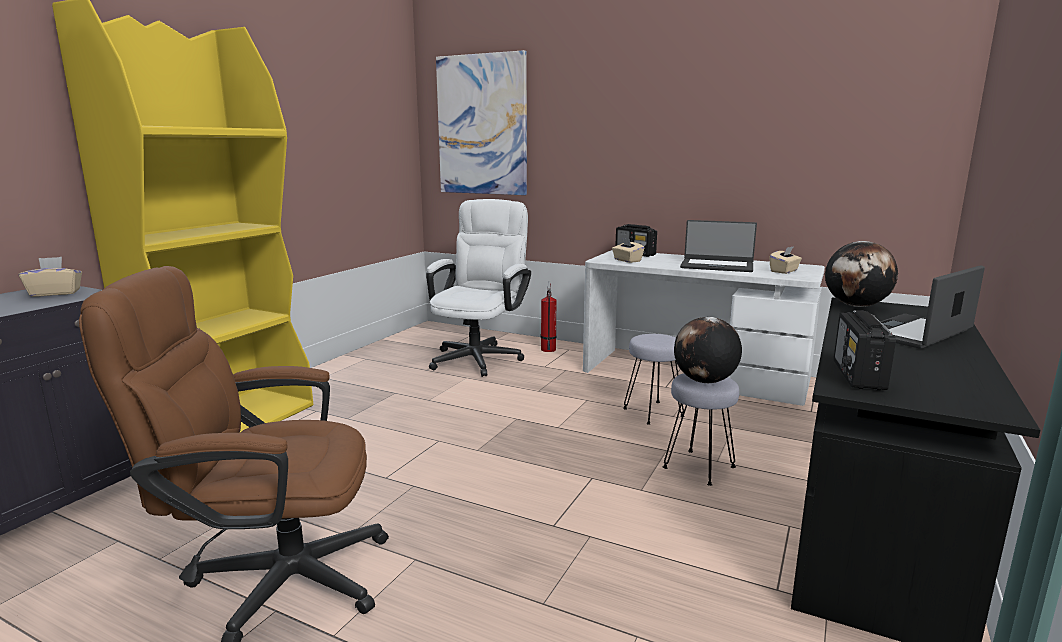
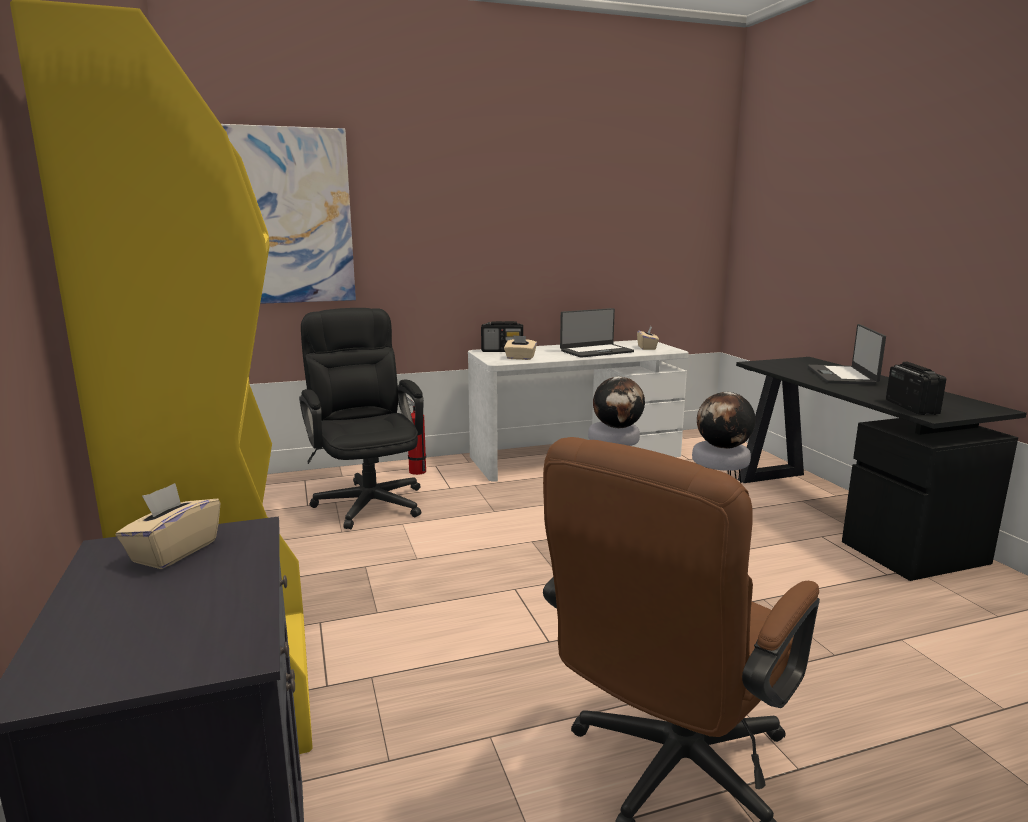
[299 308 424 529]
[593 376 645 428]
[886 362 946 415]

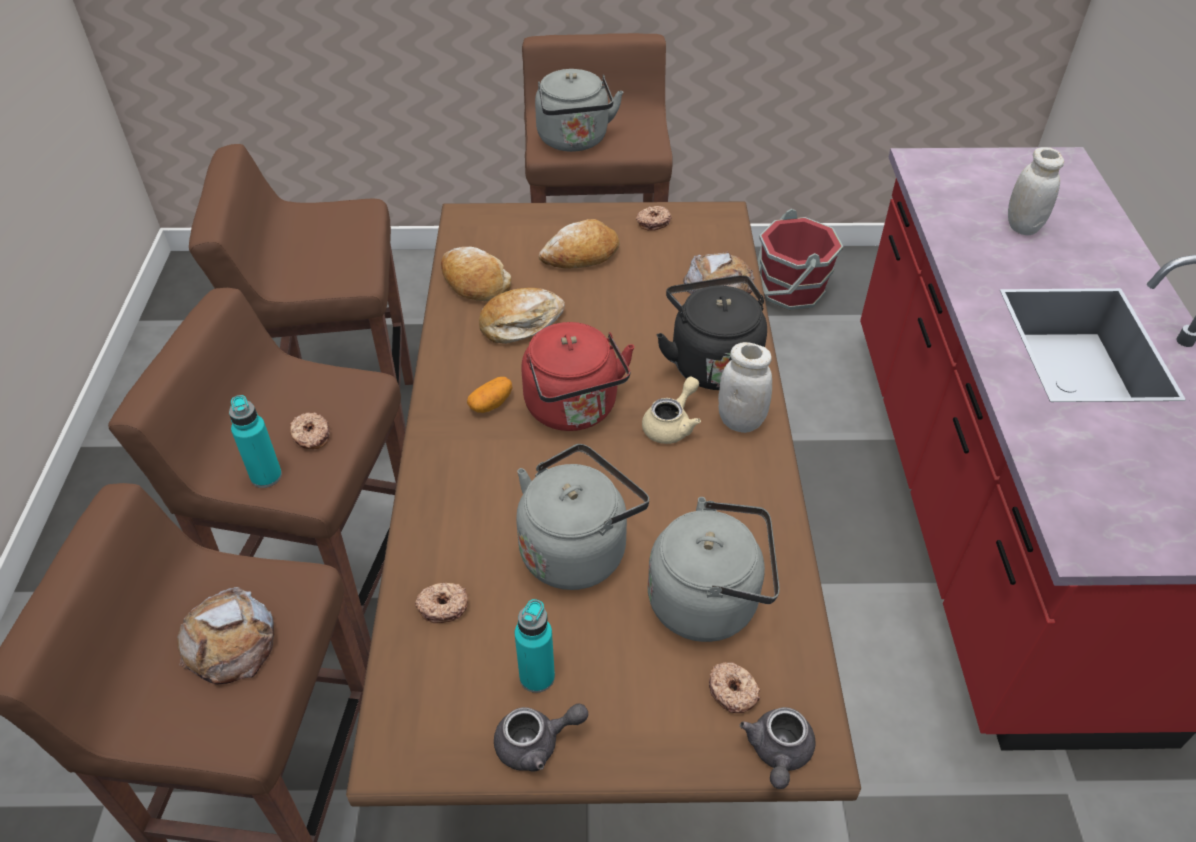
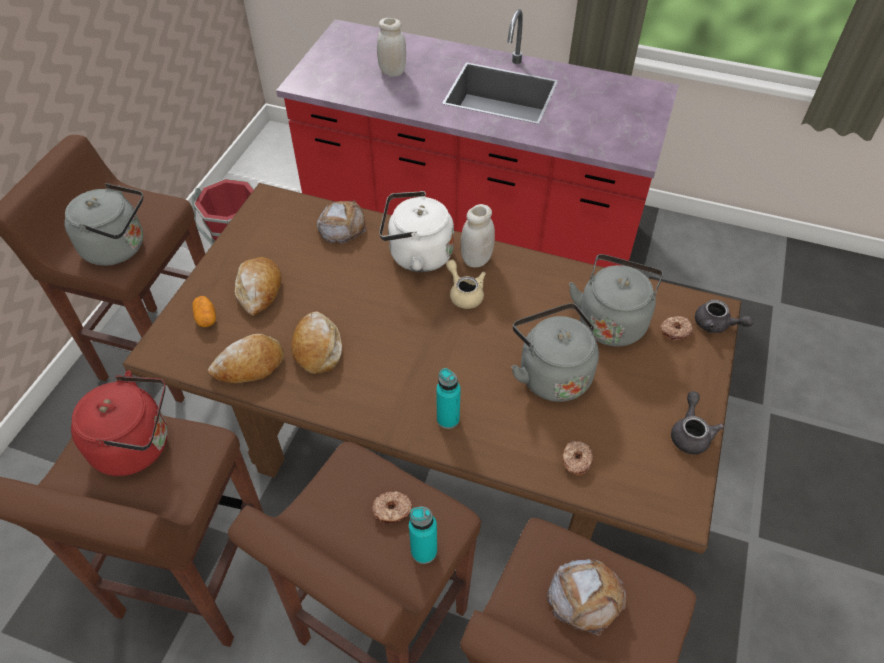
[636 206 671 231] (first image)
[379 191 454 272]
[71 370 168 476]
[192 296 216 327]
[436 368 461 429]

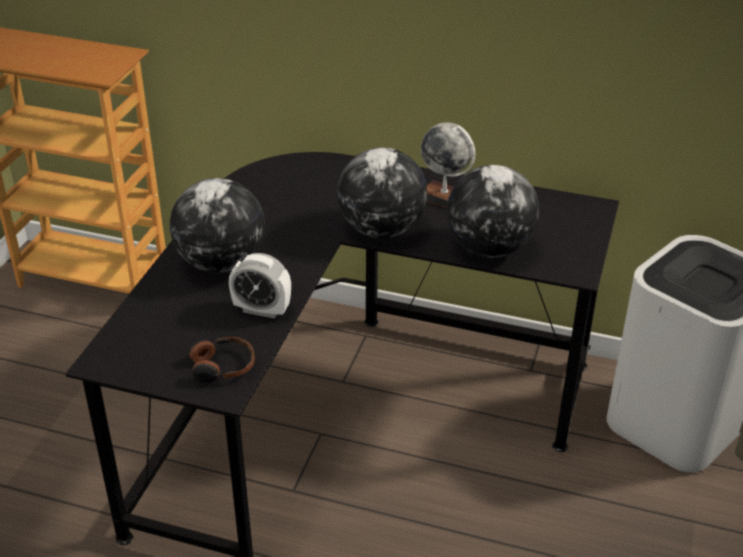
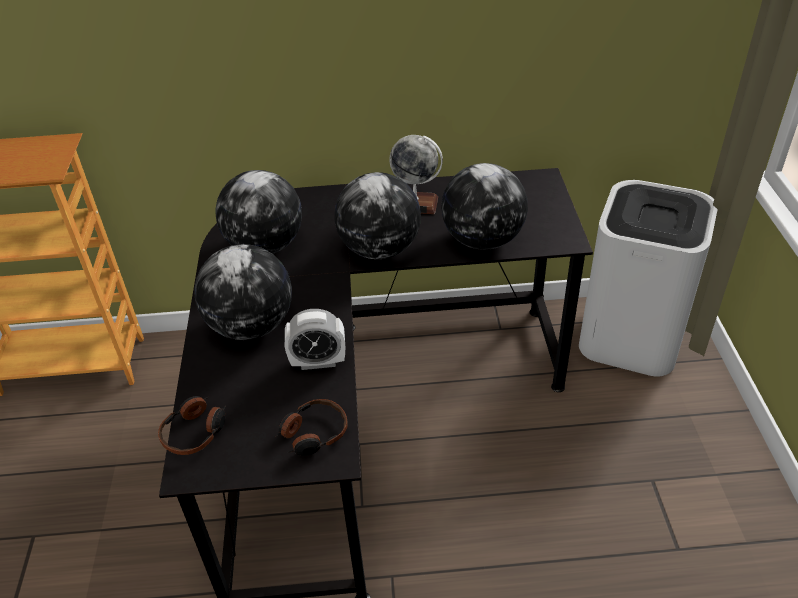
[215 170 302 254]
[158 396 226 455]

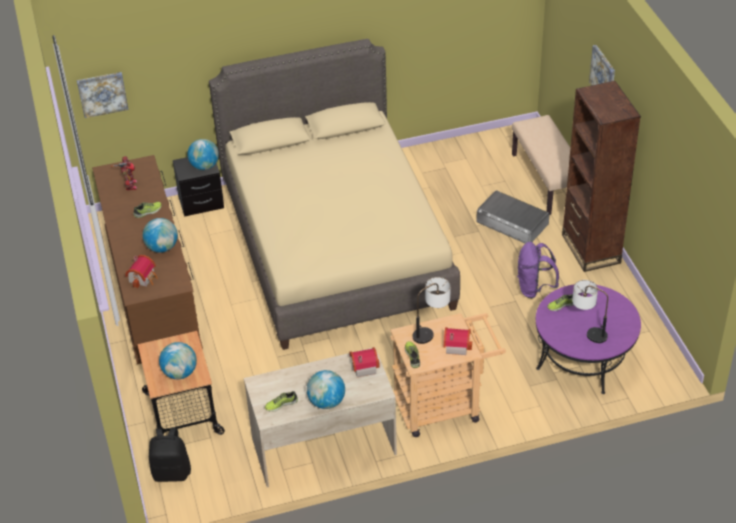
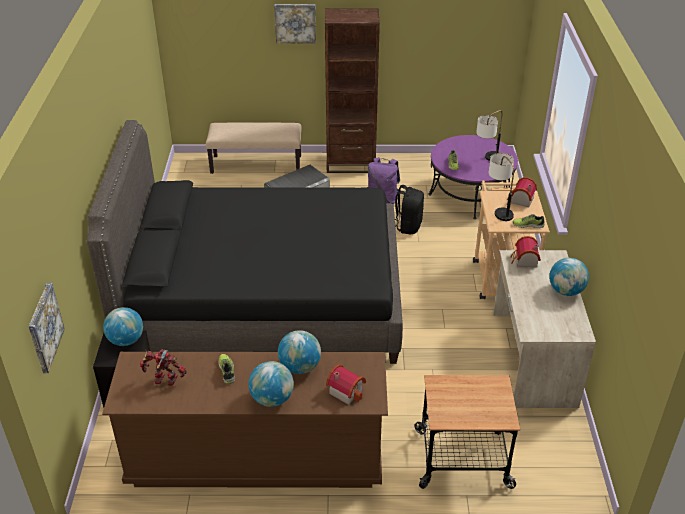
[87 120 403 364]
[248 361 294 407]
[265 391 298 412] (first image)
[395 185 424 234]

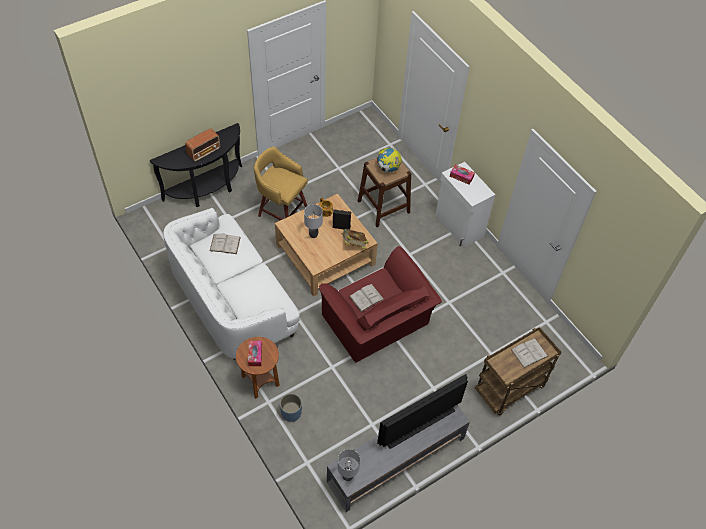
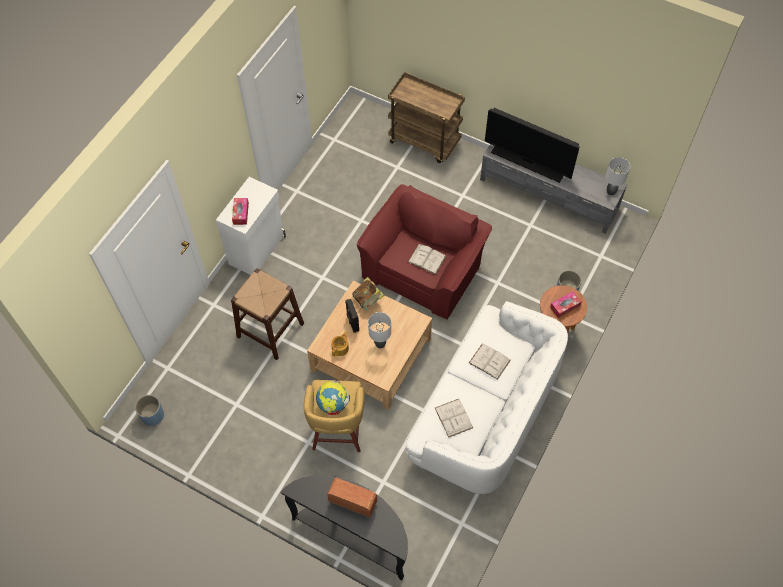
[316 380 350 415]
[469 344 511 380]
[135 395 164 426]

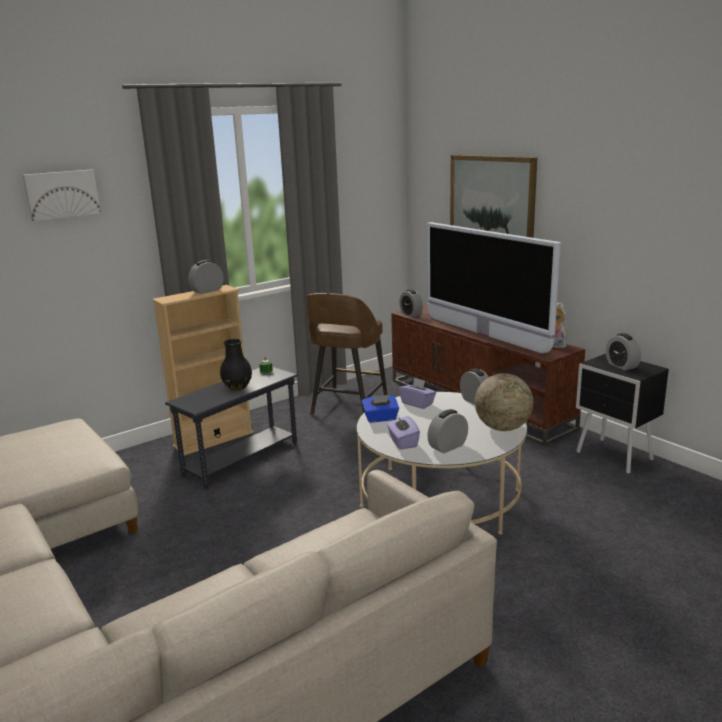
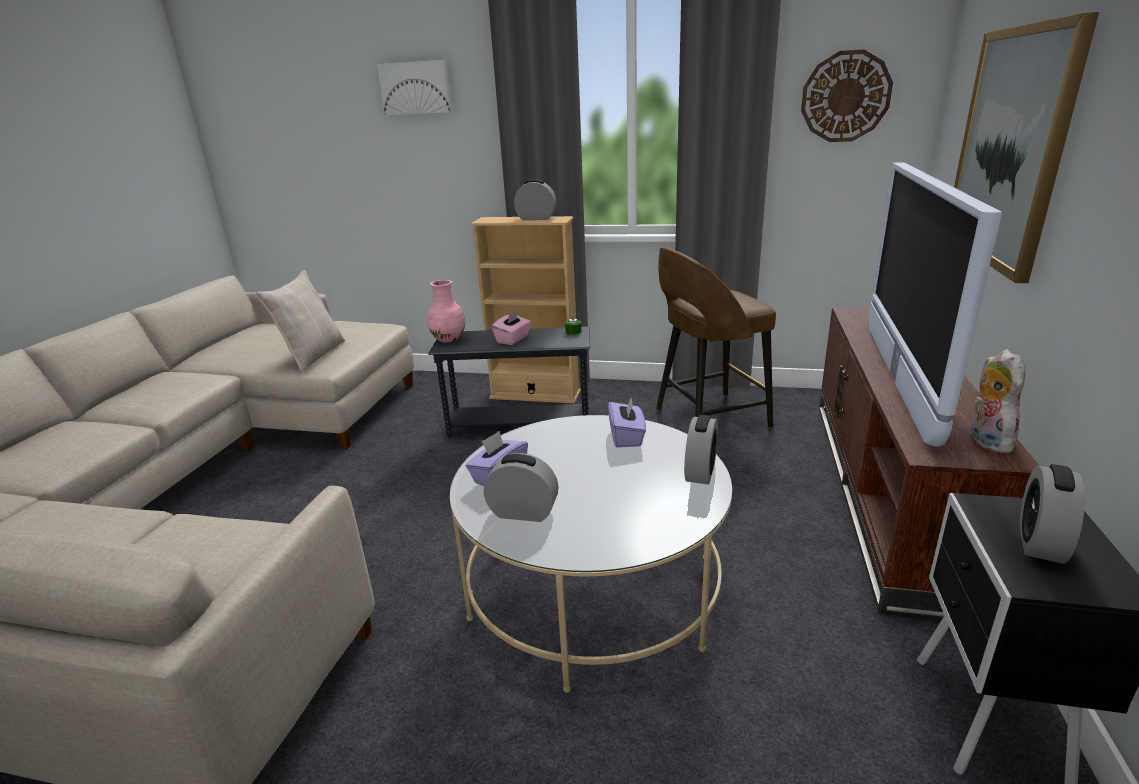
[399 289 423 317] (first image)
[492 310 531 345]
[475 373 533 431] (first image)
[362 395 399 423] (first image)
[801 49 893 142]
[255 270 345 372]
[427 280 466 343]

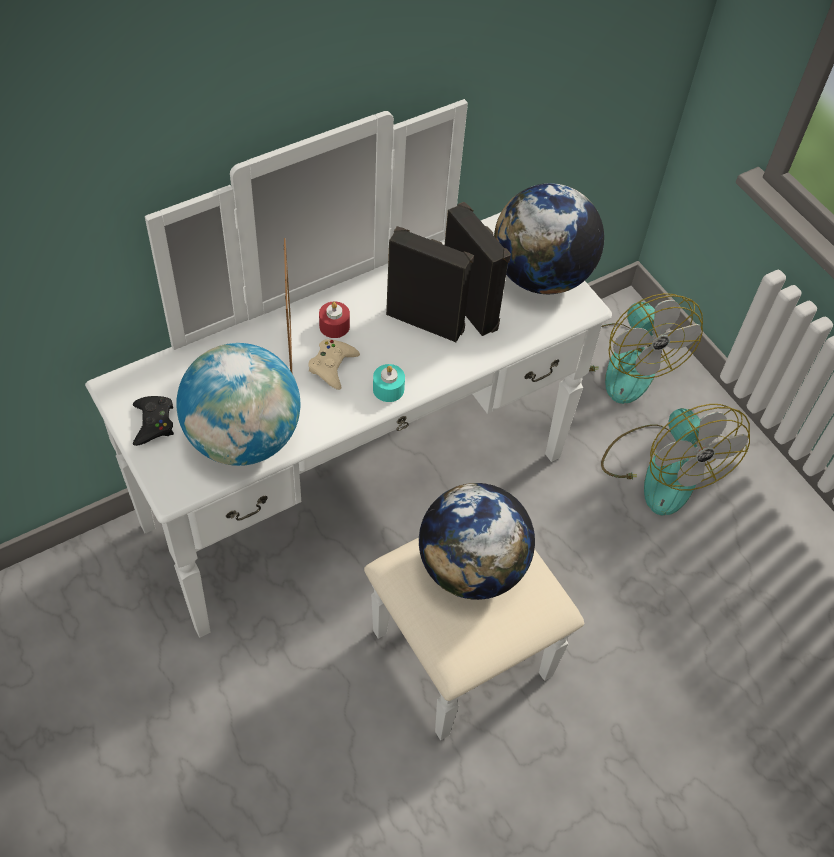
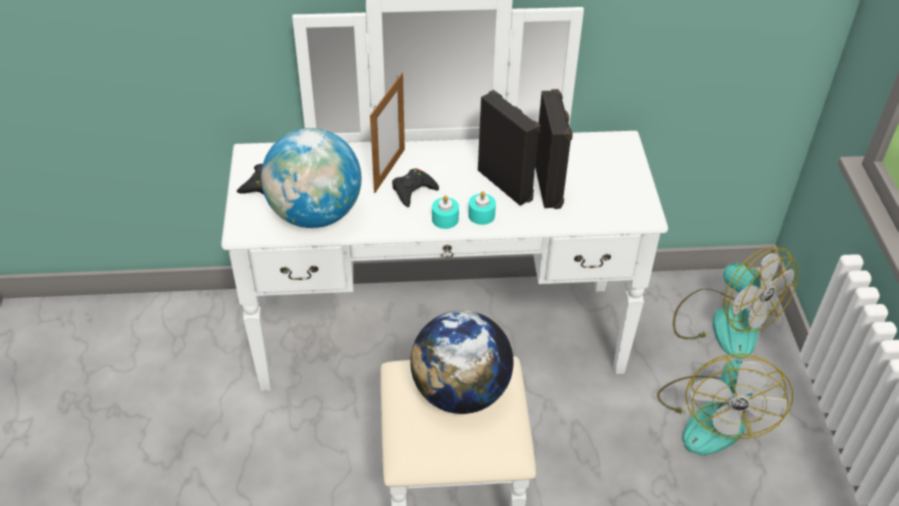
[494 183 604 295] (first image)
[673 248 798 359]
[319 302 350 338] (first image)
[392 169 439 207]
[468 191 496 225]

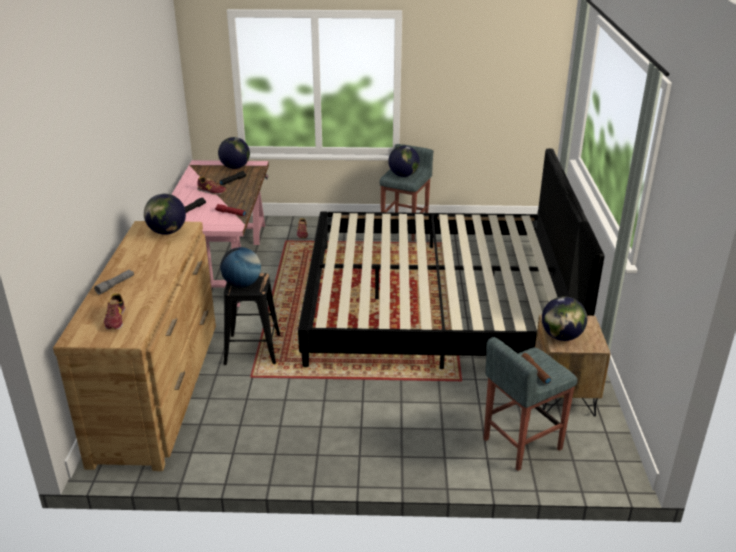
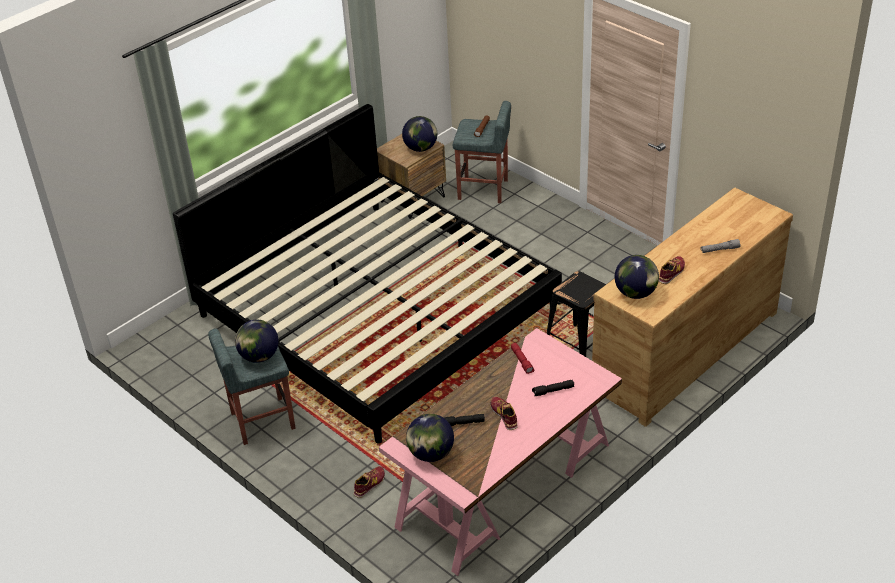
[220 247 261 288] (first image)
[659 256 685 284]

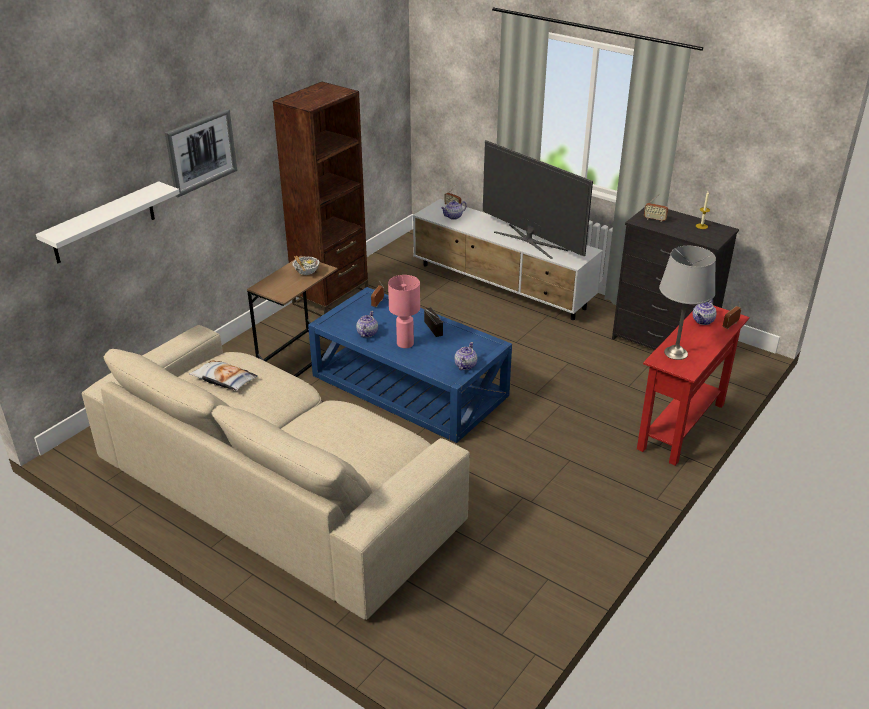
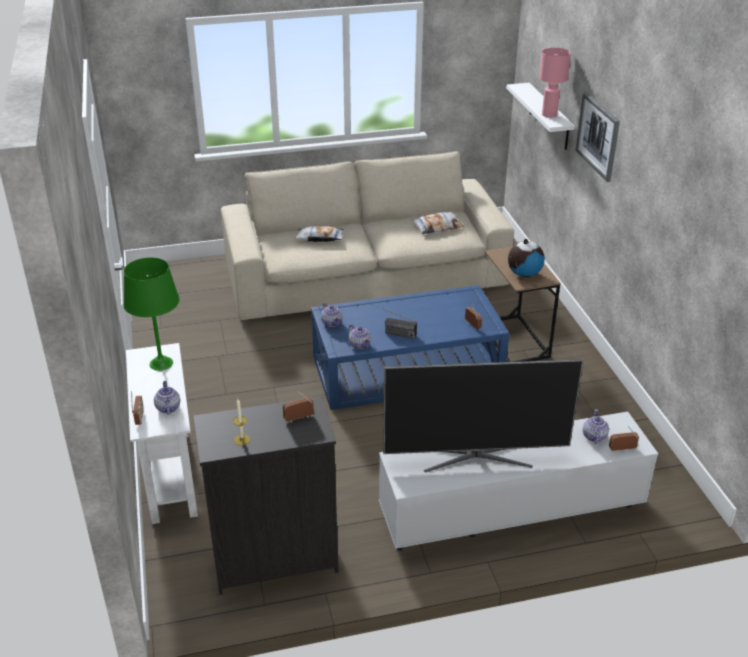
[272 82 368 316] (first image)
[123 257 179 371]
[508 239 545 277]
[539 48 571 118]
[126 343 198 524]
[349 324 371 349]
[294 226 344 242]

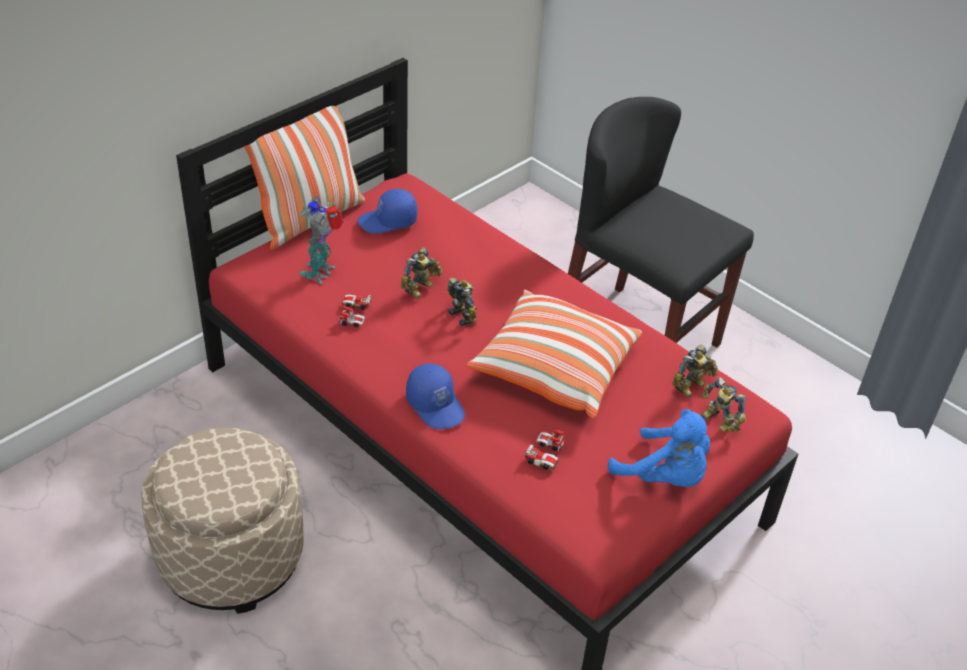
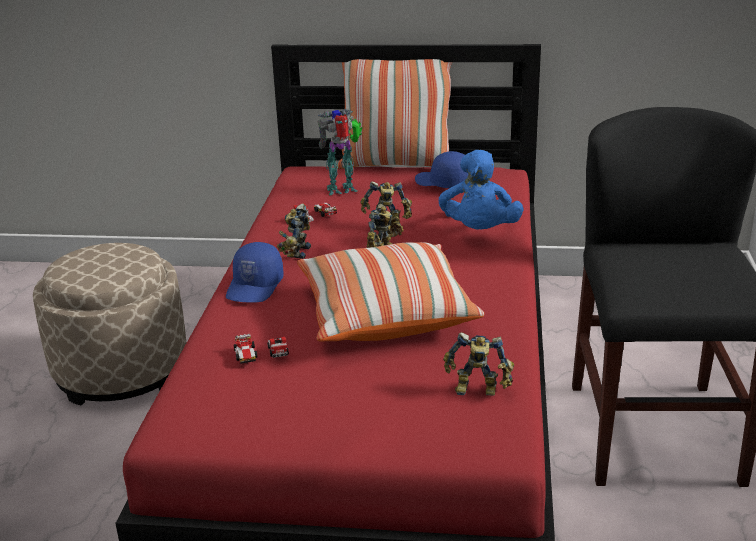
[277 203 311 259]
[439 150 524 229]

